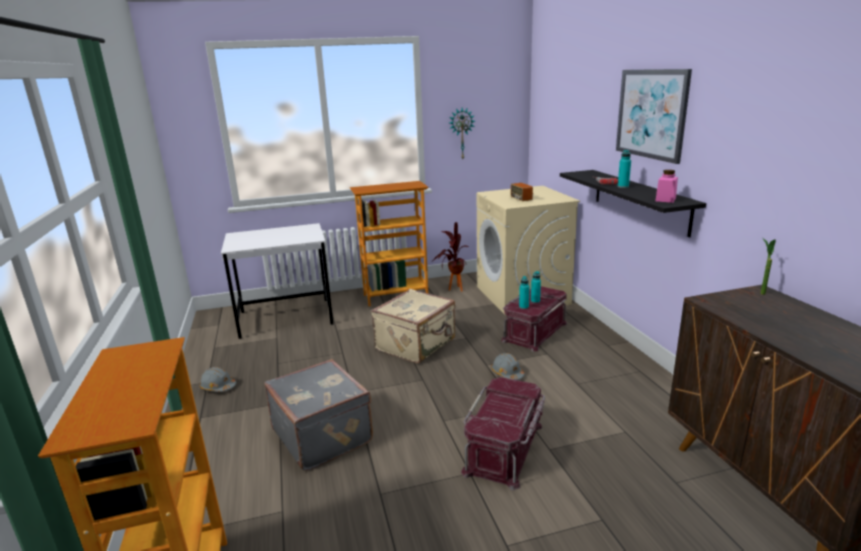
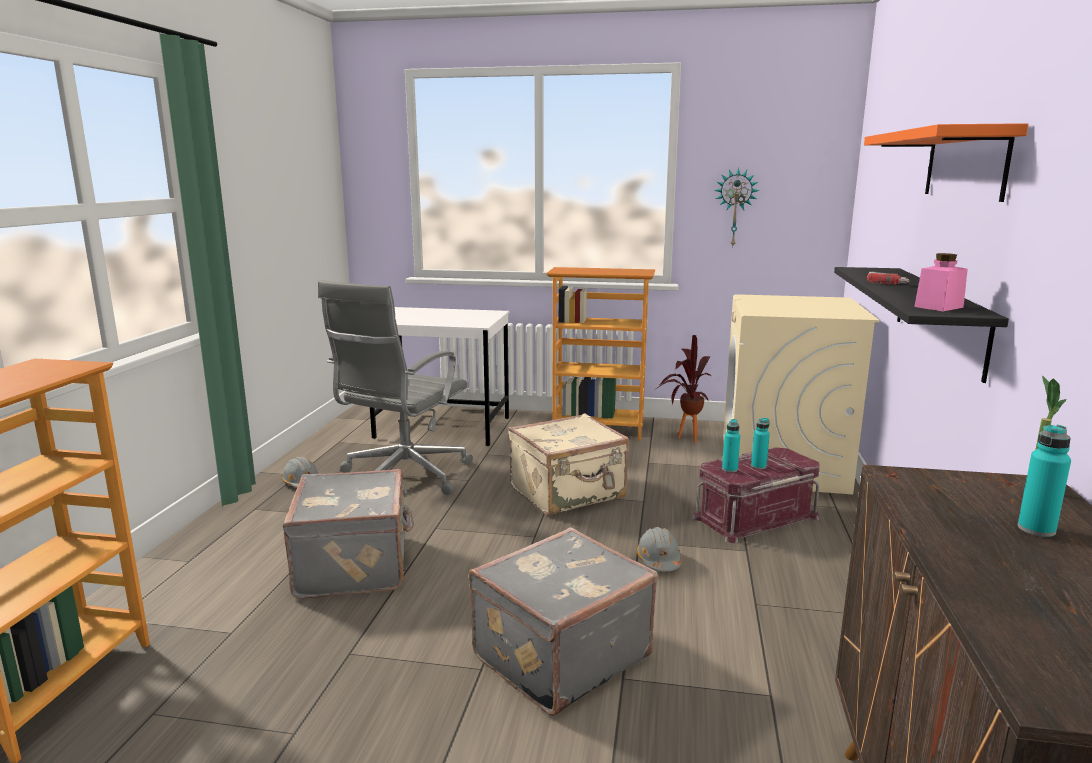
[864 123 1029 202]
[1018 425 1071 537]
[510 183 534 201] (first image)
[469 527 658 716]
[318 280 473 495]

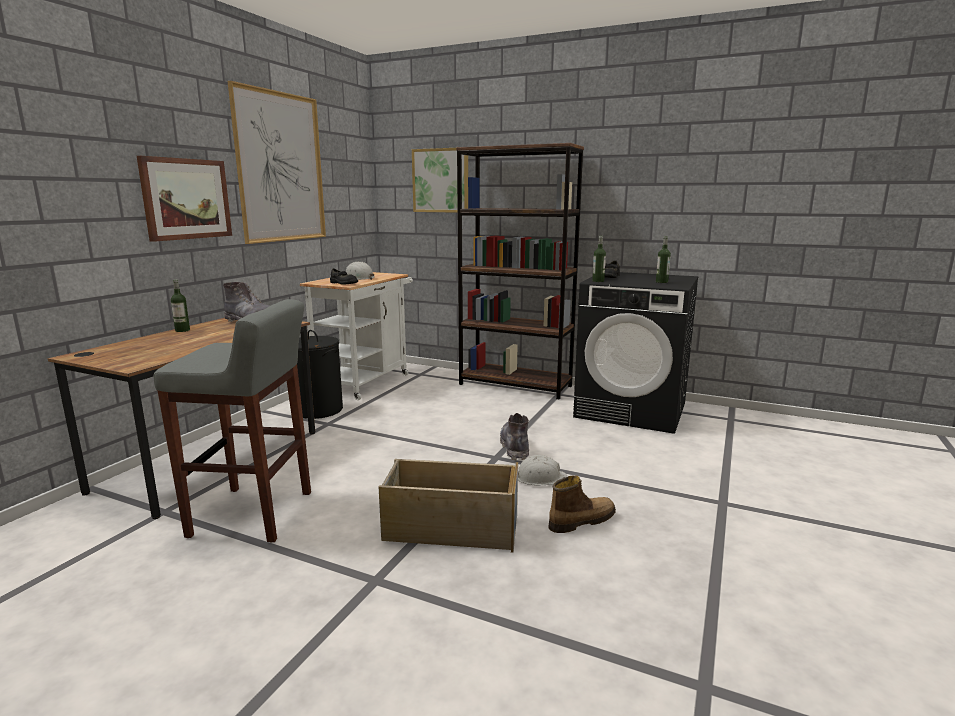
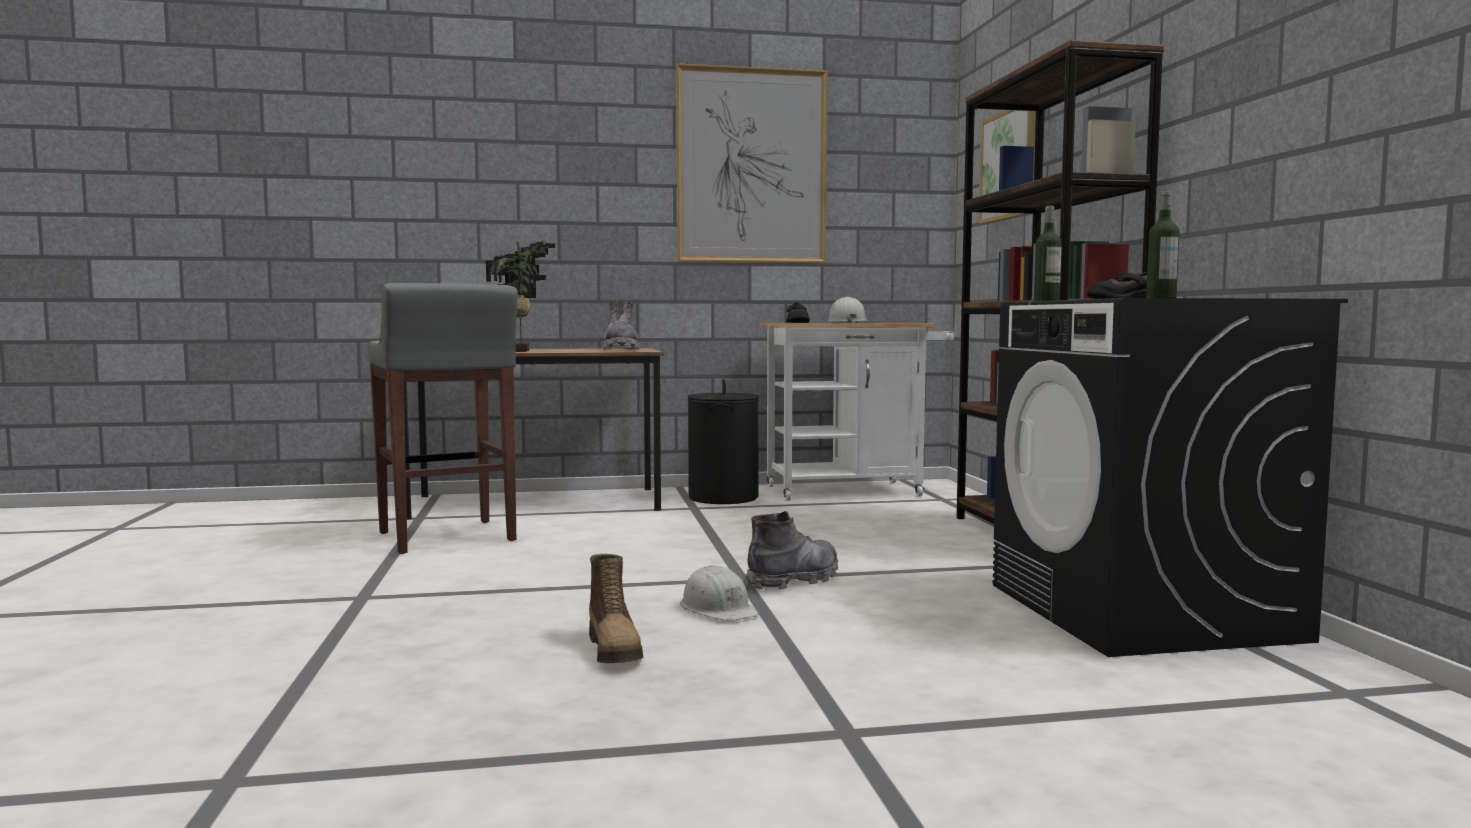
[137 156 232 242] (first image)
[171 279 190 332] (first image)
[379 459 518 553] (first image)
[589 554 643 663]
[486 241 555 352]

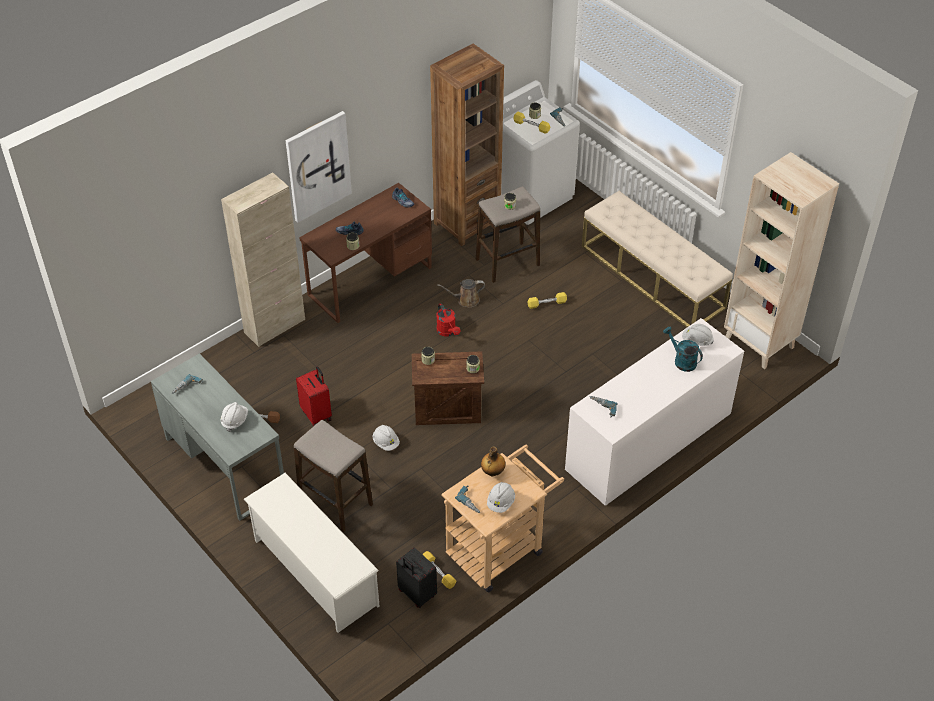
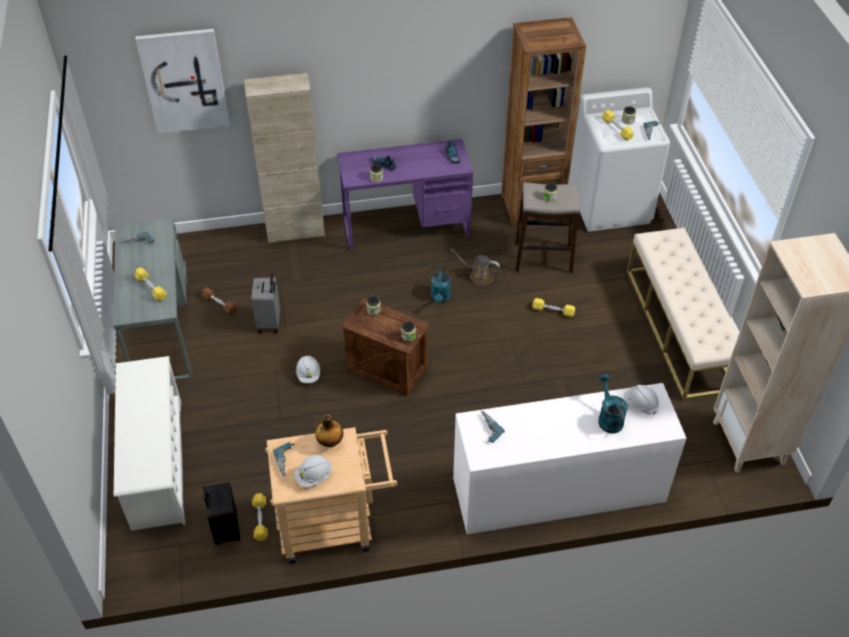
[136 29 230 134]
[337 139 473 250]
[431 267 451 303]
[251 274 280 333]
[134 267 167 302]
[294 420 373 532] (first image)

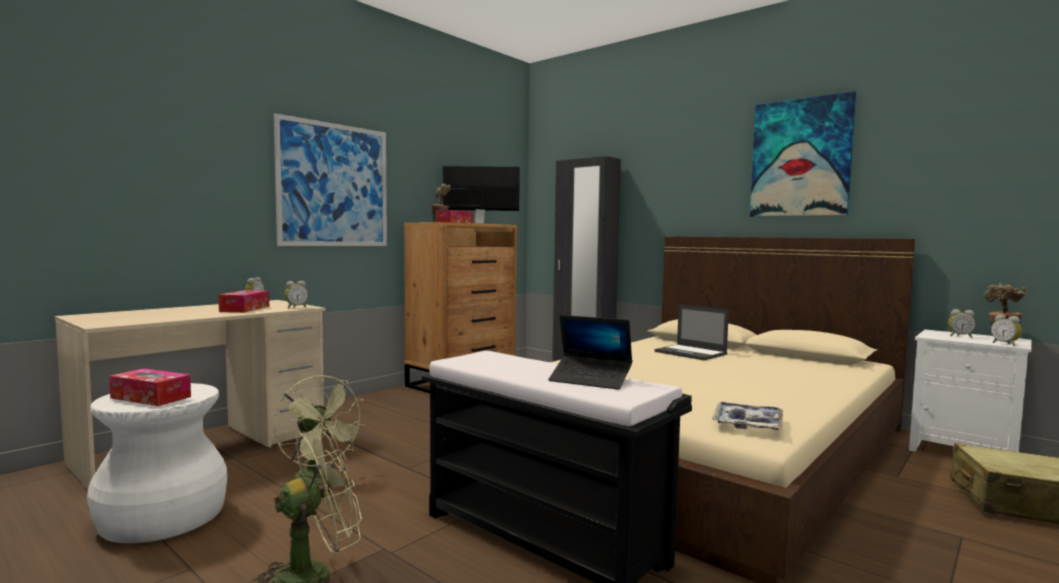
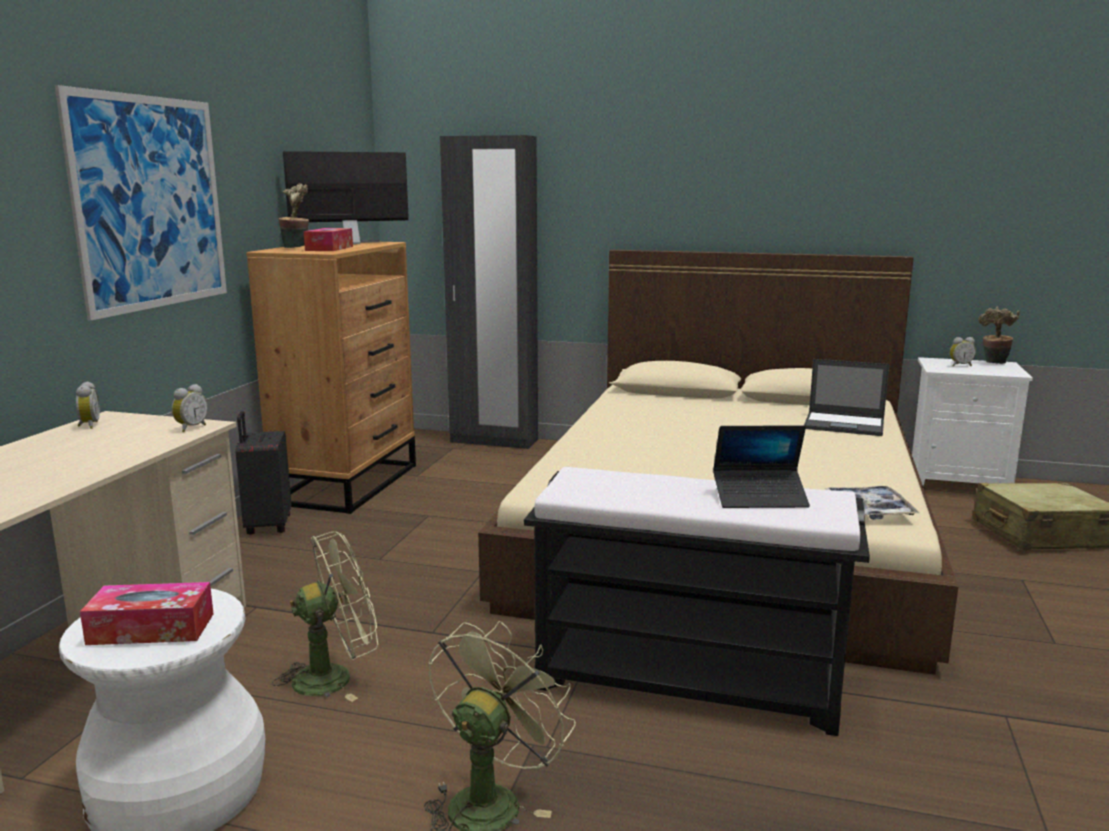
[750 91 856 217] (first image)
[218 290 269 312] (first image)
[804 359 889 436]
[991 314 1022 346] (first image)
[272 531 378 702]
[235 411 291 535]

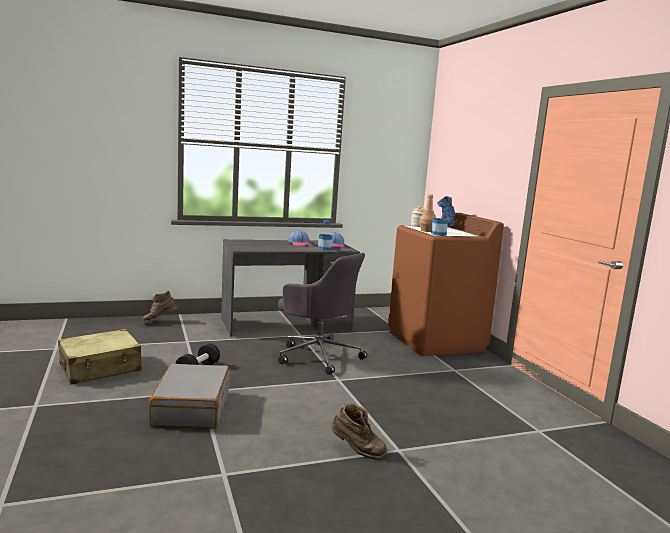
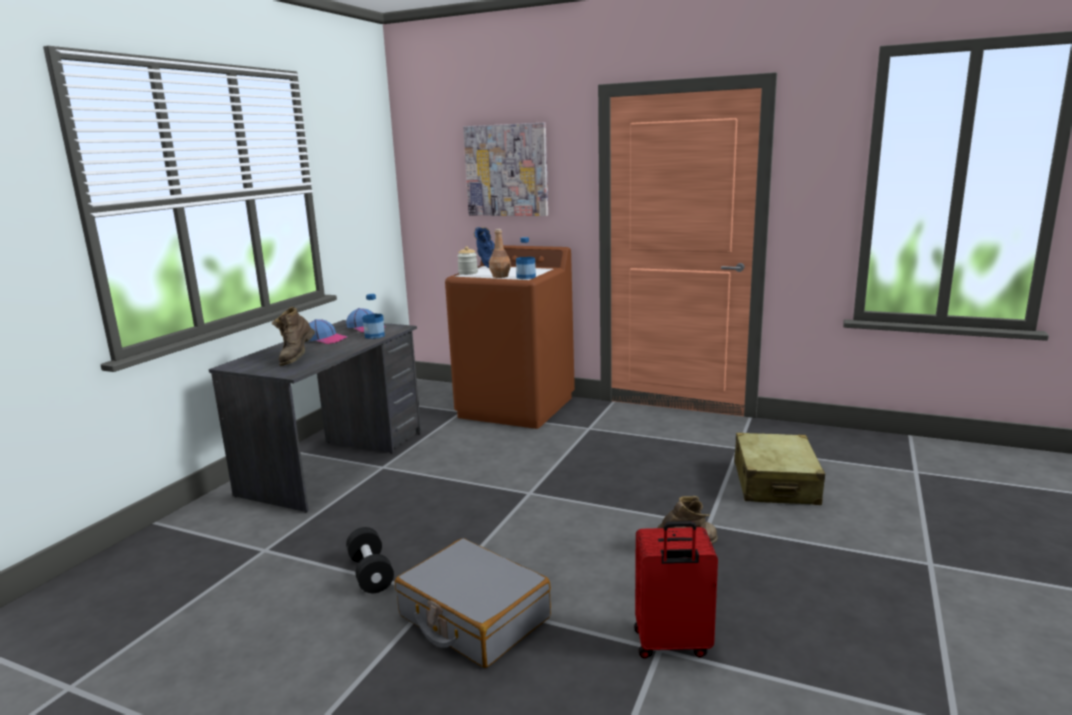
[278 253 367 375] (first image)
[272 307 315 366]
[734 433 825 505]
[463 123 548 216]
[634 521 718 659]

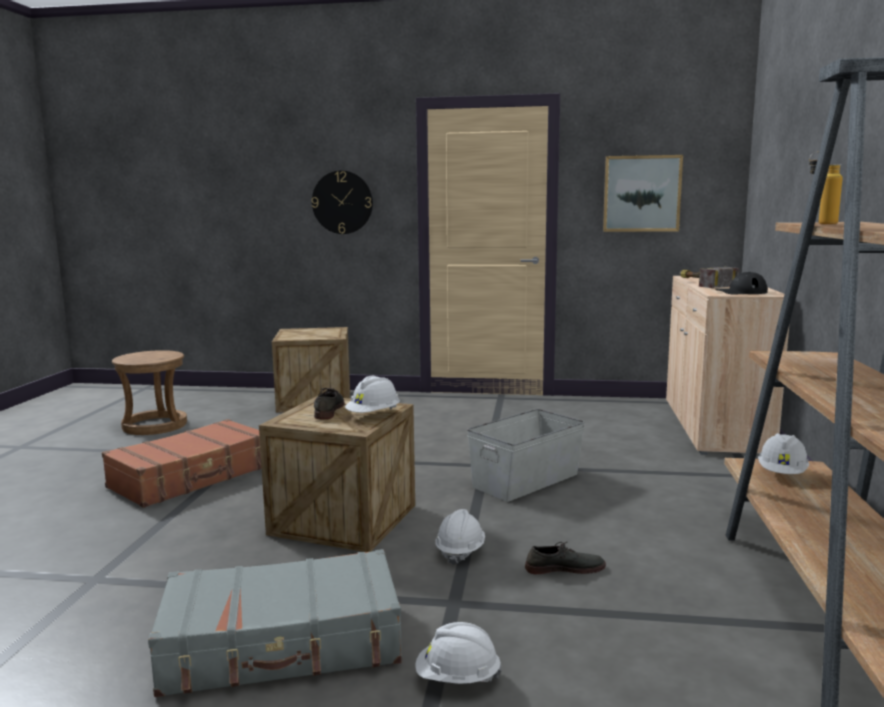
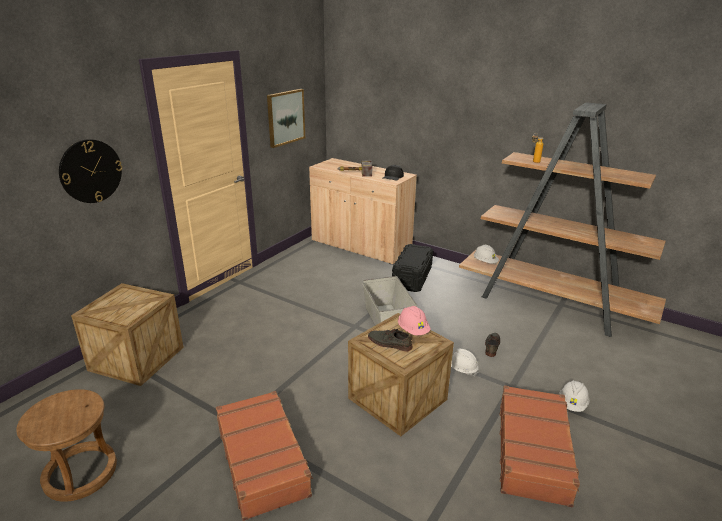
[398 306 431 335]
[500 385 580 507]
[392 244 433 292]

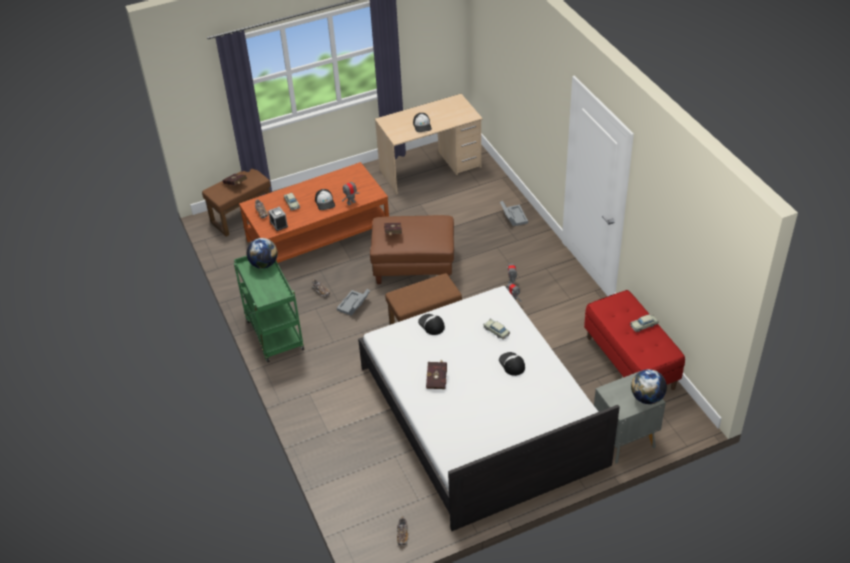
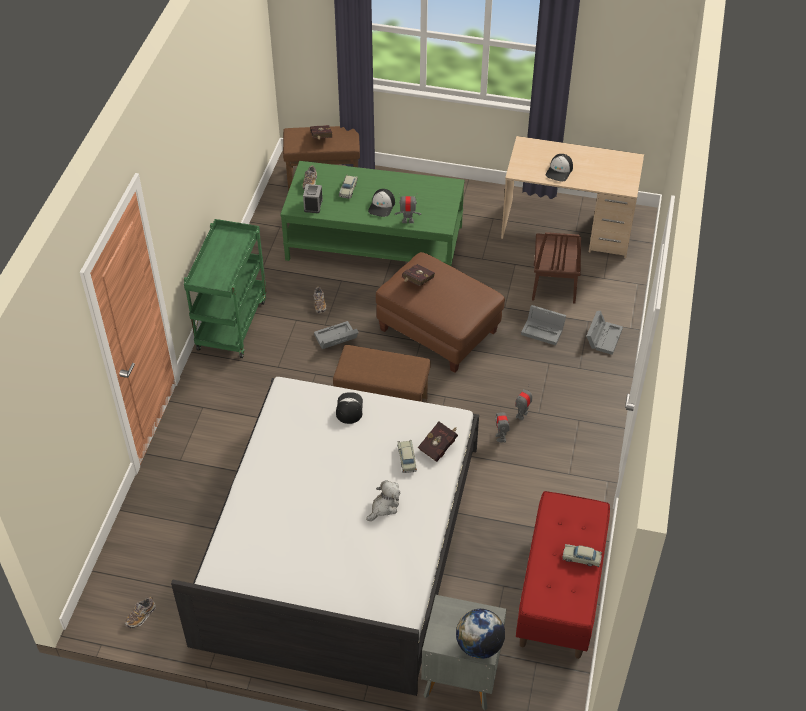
[280 161 465 267]
[247 238 278 269] (first image)
[366 480 400 521]
[418 422 458 462]
[532 232 581 304]
[521 305 566 345]

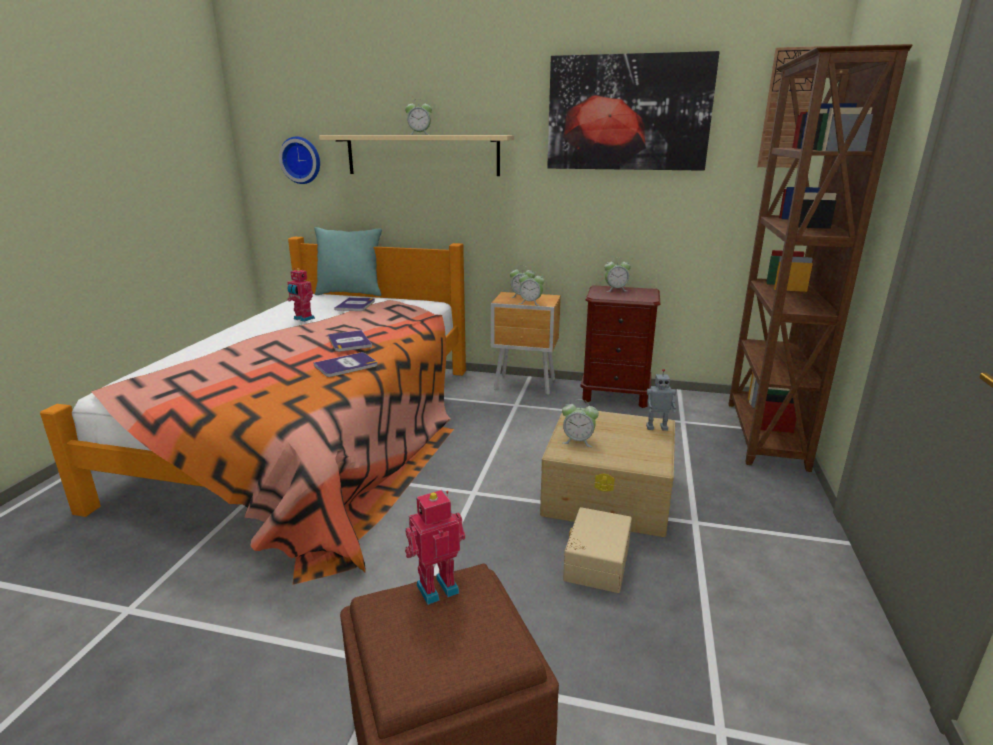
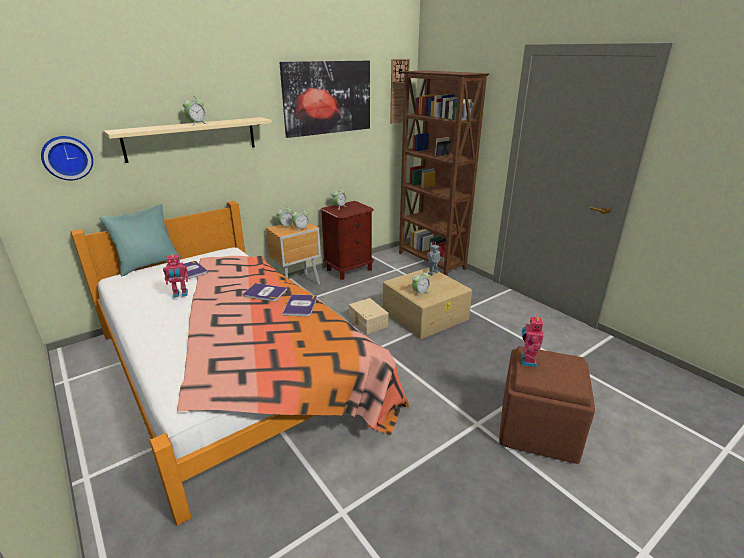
[349 298 388 334]

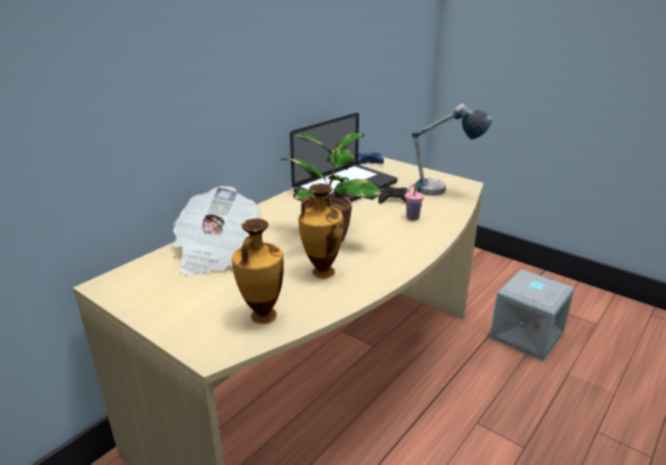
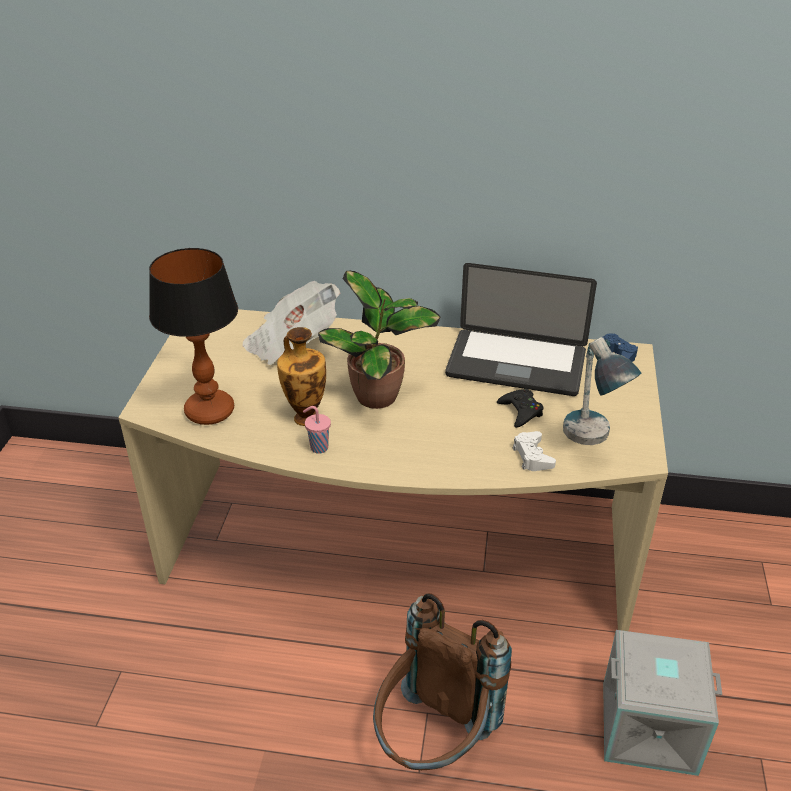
[303 406 331 454]
[149 248 238 425]
[513 431 556 471]
[373 593 512 770]

